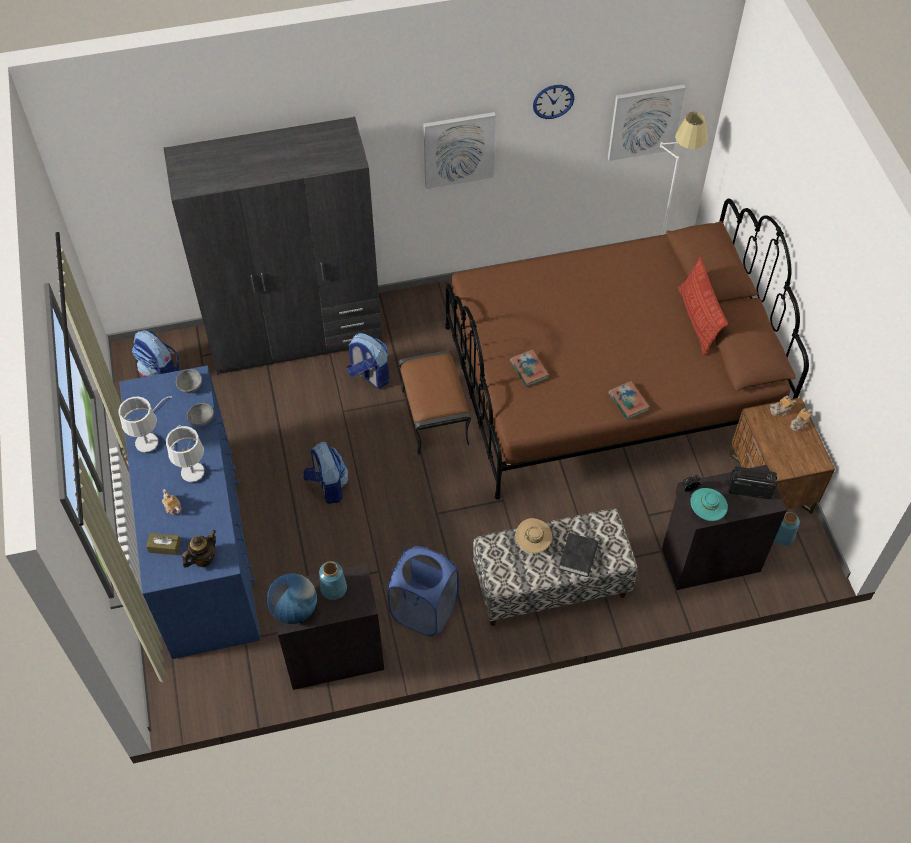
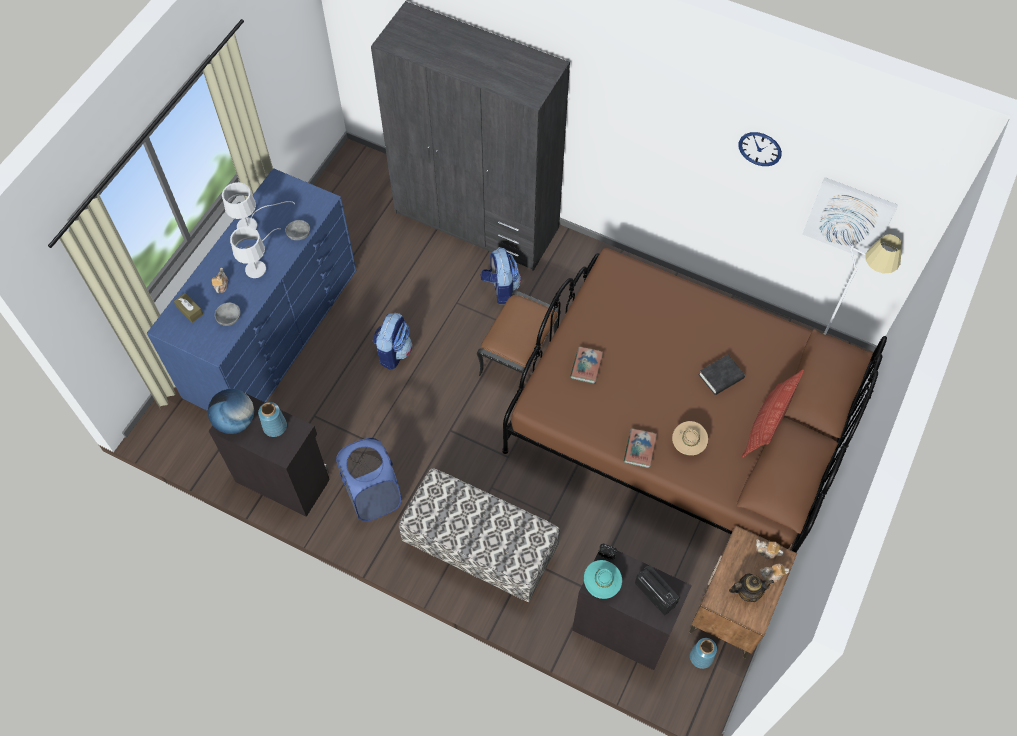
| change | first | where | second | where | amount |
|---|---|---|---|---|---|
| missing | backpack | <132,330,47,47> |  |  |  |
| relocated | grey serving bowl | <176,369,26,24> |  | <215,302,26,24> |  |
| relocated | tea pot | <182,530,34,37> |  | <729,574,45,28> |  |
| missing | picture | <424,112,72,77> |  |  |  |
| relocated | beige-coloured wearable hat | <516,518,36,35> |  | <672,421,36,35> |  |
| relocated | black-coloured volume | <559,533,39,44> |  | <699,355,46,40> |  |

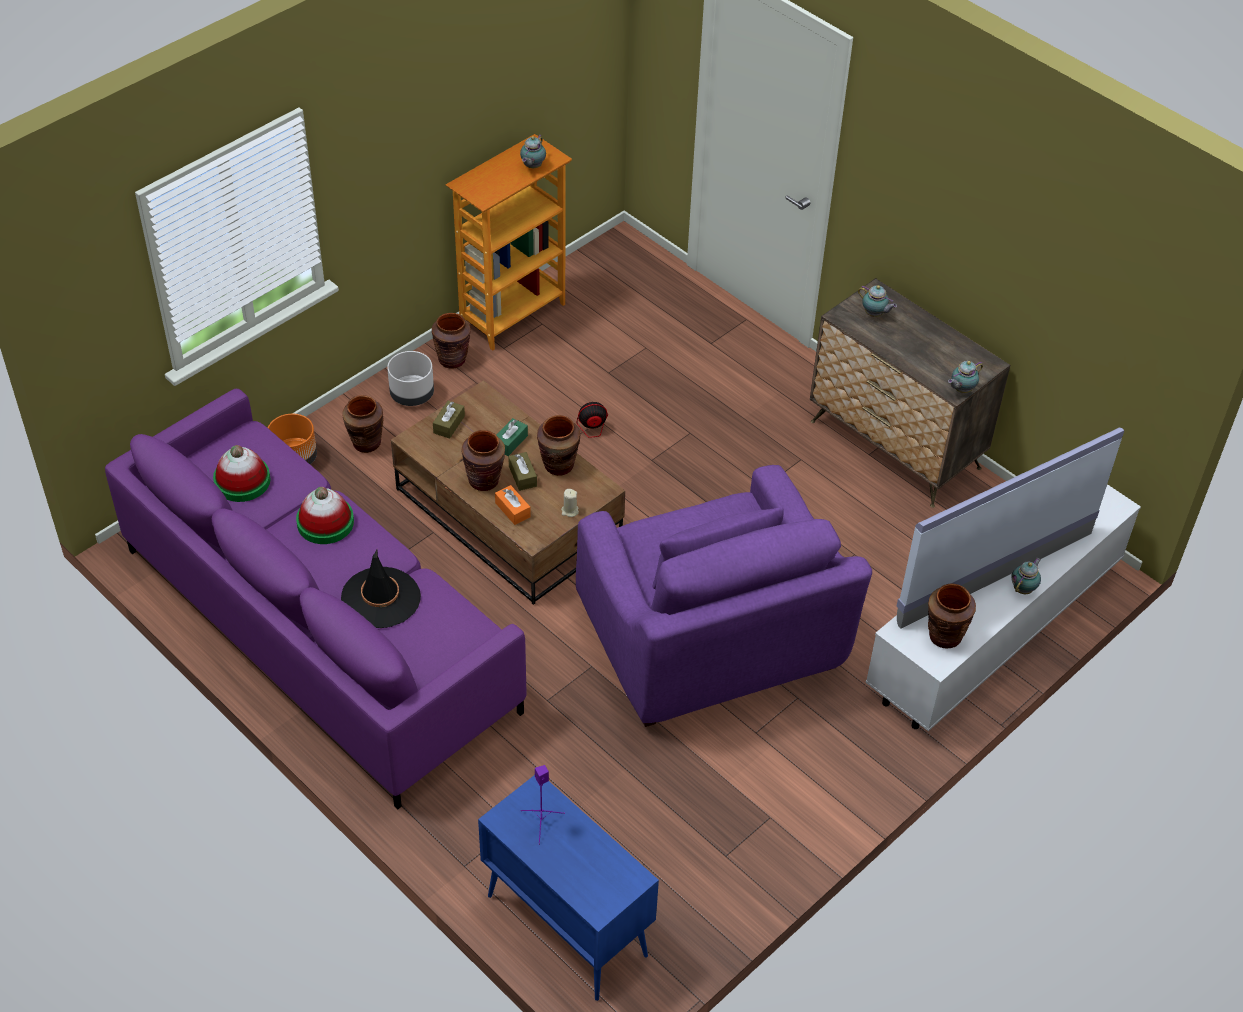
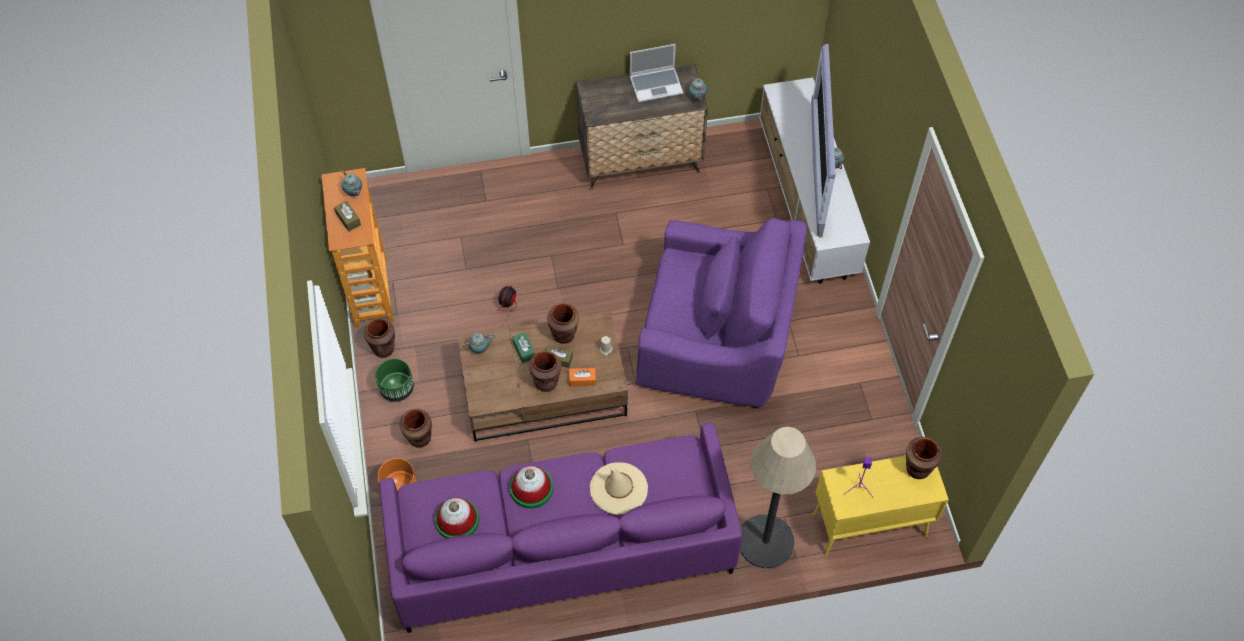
| change | first | where | second | where | amount |
|---|---|---|---|---|---|
| colour | black-coloured wearable hat | <341,550,80,78> | beige-coloured wearable hat | <590,462,58,53> |  |
| colour | grey flower pot | <387,351,47,55> | greenish flower pot | <375,358,39,44> |  |
| relocated | brownish tissue box | <433,401,32,38> |  | <334,201,27,30> |  |
| colour | blue-coloured storage cabinet | <478,775,181,226> | yellow storage cabinet | <813,456,136,100> |  |
| relocated | tea pot | <858,285,39,32> |  | <463,333,32,21> |  |
| relocated | brownish vase | <928,583,48,65> |  | <905,437,37,42> |  |
| appeared |  |  | laptop | <630,44,53,58> |  |
| appeared |  |  | floor lamp | <740,427,77,141> |  |

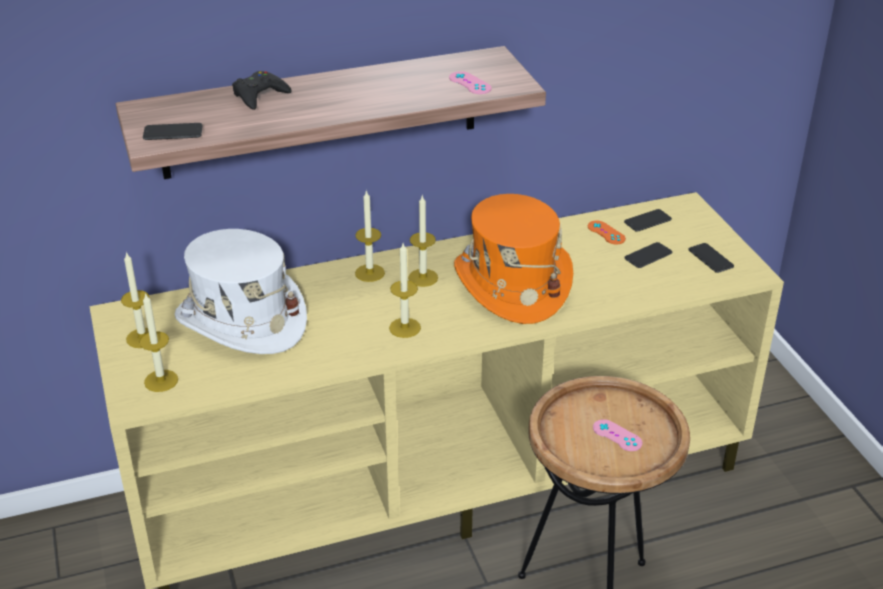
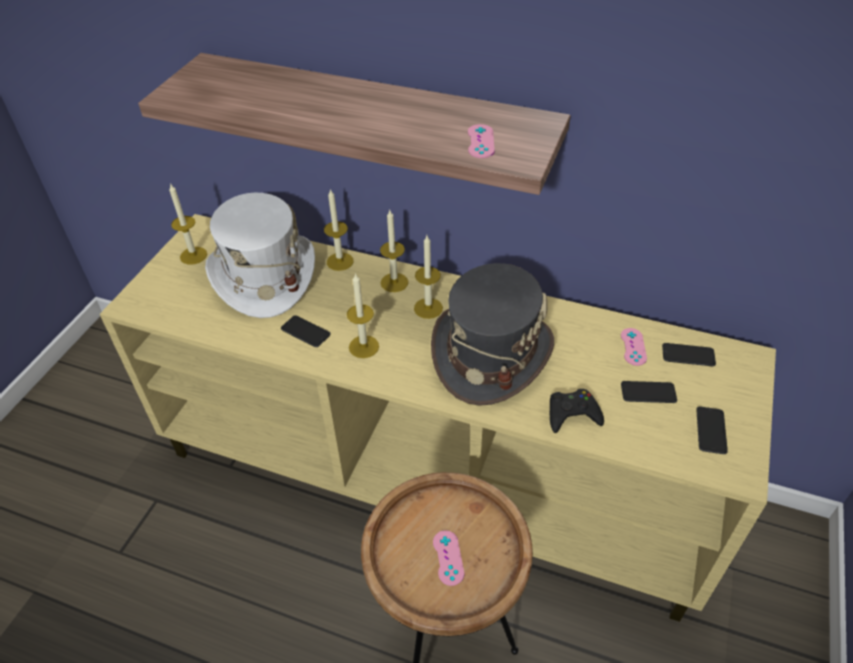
| change | first | where | second | where | amount |
|---|---|---|---|---|---|
| relocated | candle | <139,293,39,99> |  | <324,188,30,83> |  |
| relocated | telephone | <143,123,60,17> |  | <281,315,50,32> |  |
| relocated | black-coloured game controller | <232,71,60,39> |  | <550,389,54,44> |  |
| colour | orange wearable hat | <454,194,119,130> | grey wearable hat | <431,263,123,143> |  |
| colour | orange game controller | <588,221,38,23> | pink game controller | <621,328,26,38> |  |

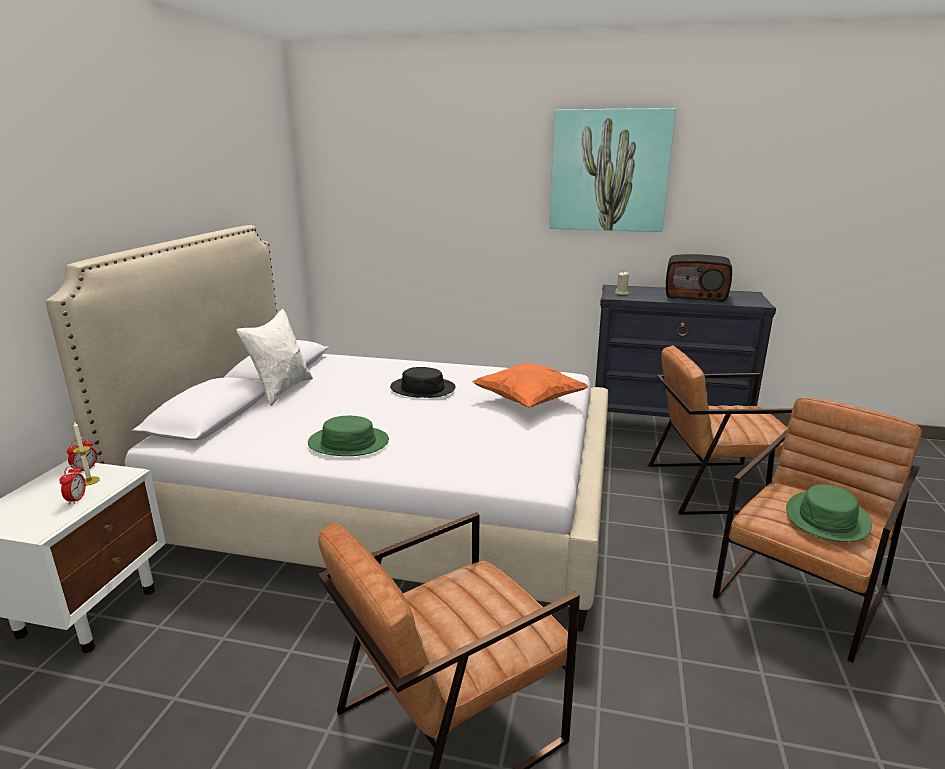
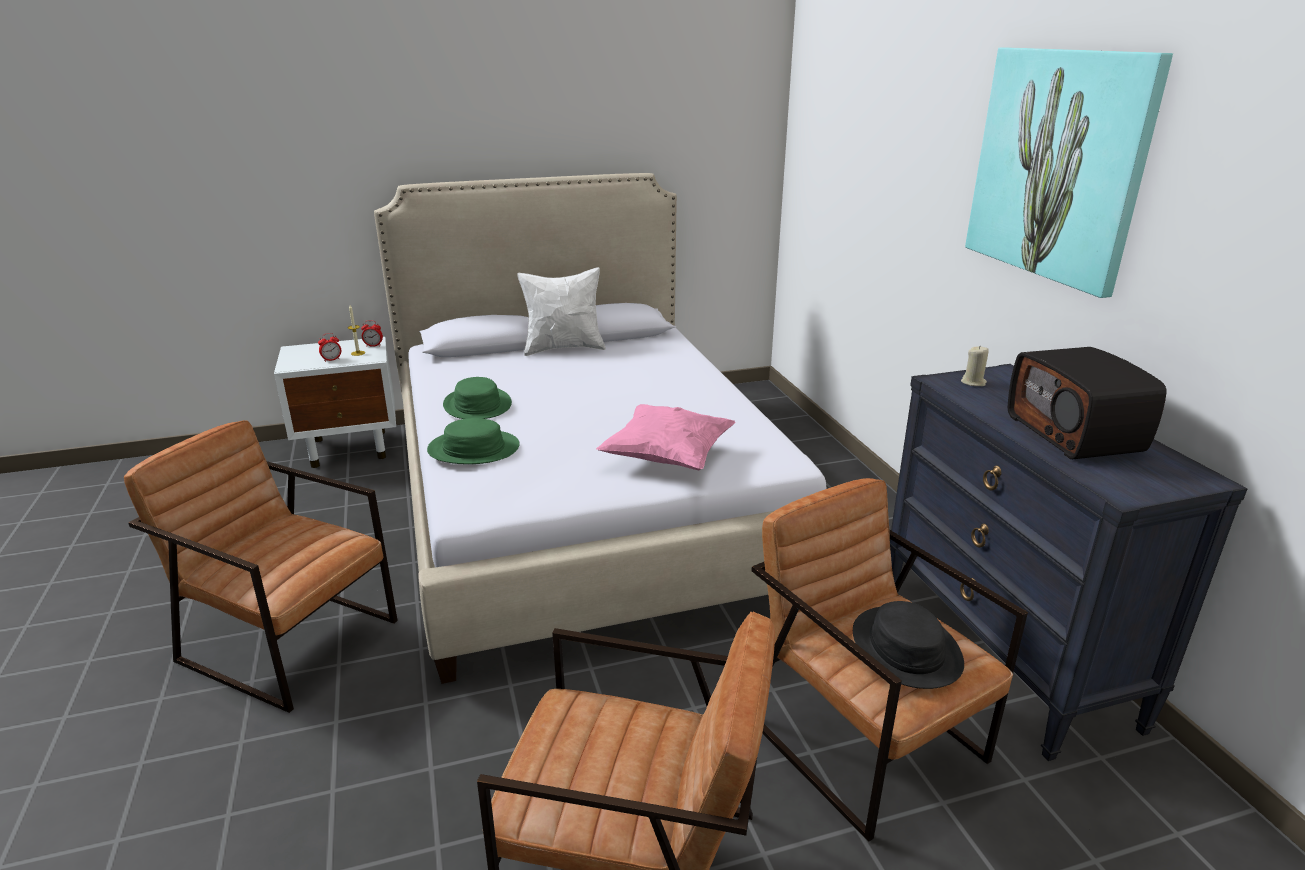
| change | first | where | second | where | amount |
|---|---|---|---|---|---|
| relocated | black-coloured wearable hat | <390,367,66,31> |  | <853,601,111,88> |  |
| colour | orange throw pillow | <472,363,117,44> | pink throw pillow | <596,404,139,66> |  |
| relocated | greenish wearable hat | <786,484,86,58> |  | <427,418,93,46> |  |

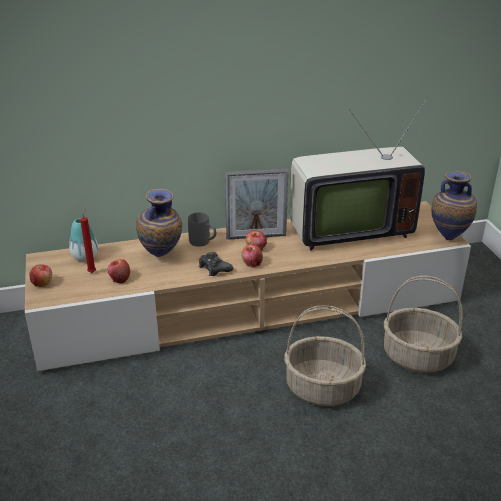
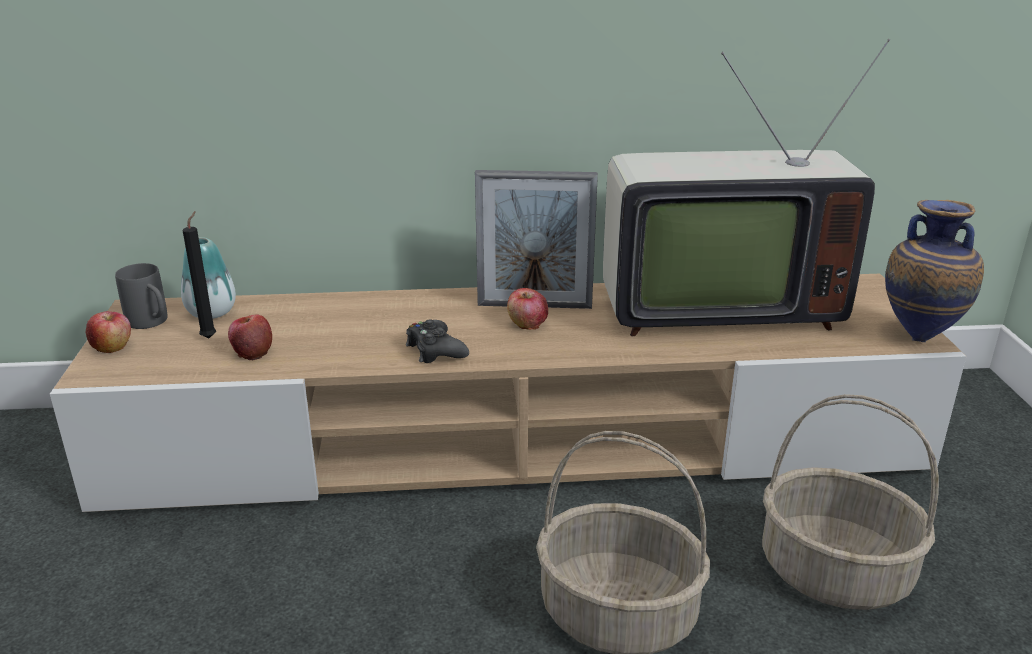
| change | first | where | second | where | amount |
|---|---|---|---|---|---|
| colour | red candle | <80,209,16,64> | black-coloured candle | <183,211,33,127> |  |
| missing | vase | <136,189,46,68> |  |  |  |
| relocated | grey coffee mug | <188,212,28,35> |  | <115,263,53,66> |  |
| missing | whole apple | <241,244,22,24> |  |  |  |

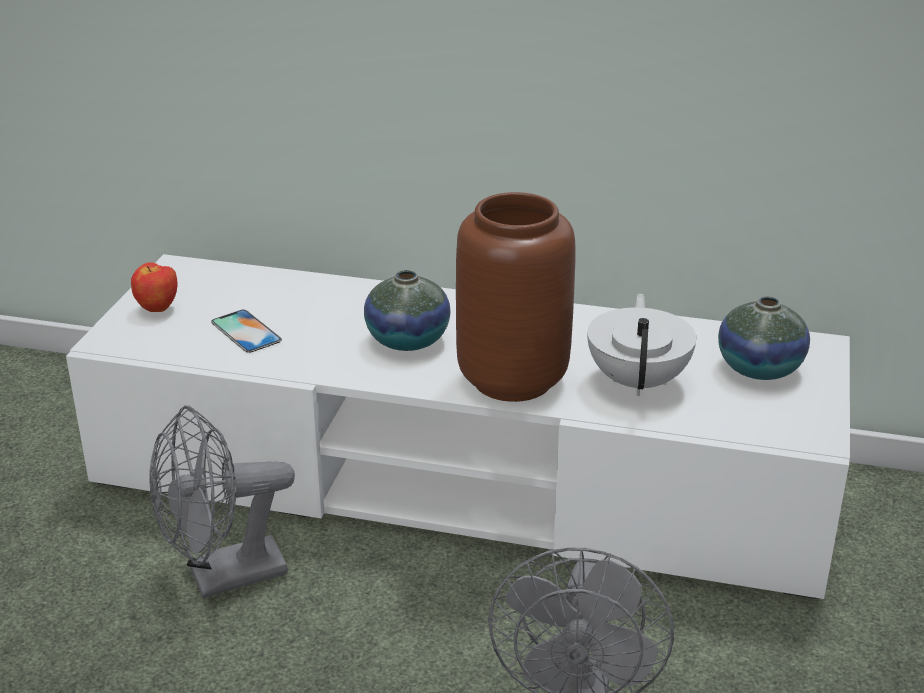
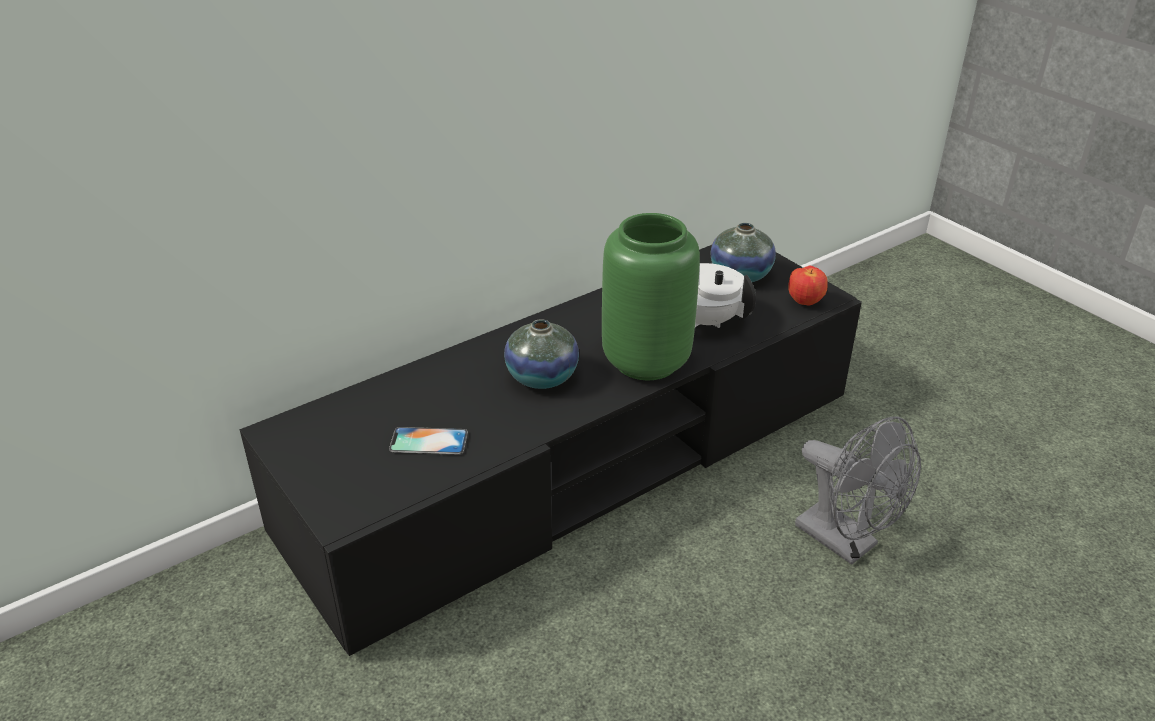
| change | first | where | second | where | amount |
|---|---|---|---|---|---|
| colour | white media console | <66,254,784,345> | black-coloured media console | <240,245,622,411> |  |
| relocated | whole apple | <131,262,47,50> |  | <788,265,40,40> |  |
| missing | grey cooling fan | <149,405,146,193> |  |  |  |
| colour | brownish vase | <456,192,119,210> | greenish vase | <602,213,98,167> |  |

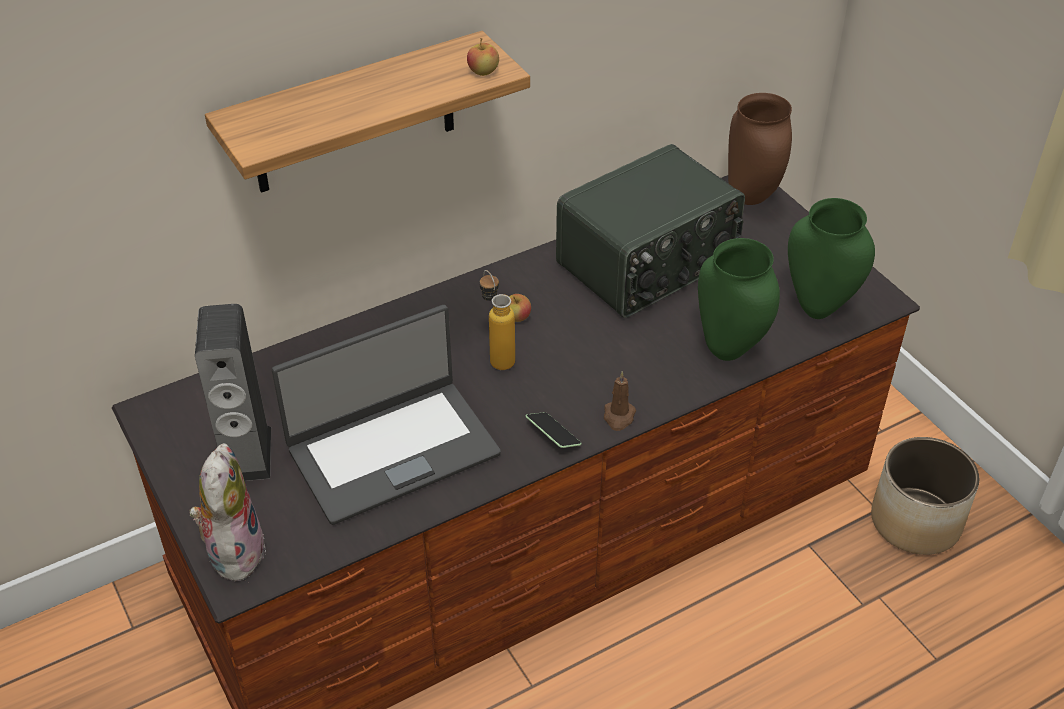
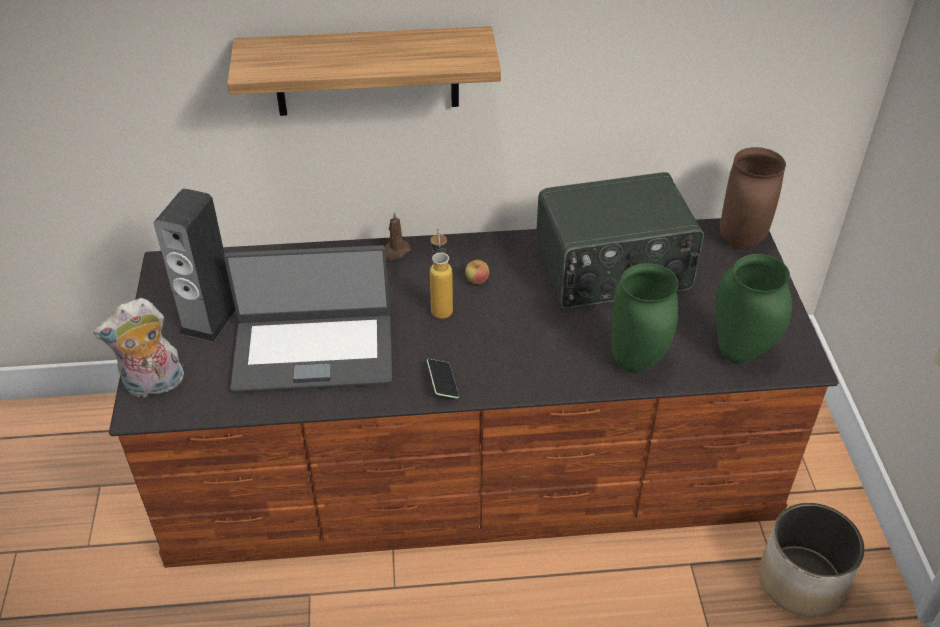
| change | first | where | second | where | amount |
|---|---|---|---|---|---|
| spun | plush toy | <190,443,76,138> |  | <93,298,91,100> | 135 degrees counterclockwise |
| missing | whole apple | <467,38,32,38> |  |  |  |
| relocated | brownish candle | <604,371,32,60> |  | <385,212,26,48> |  |

